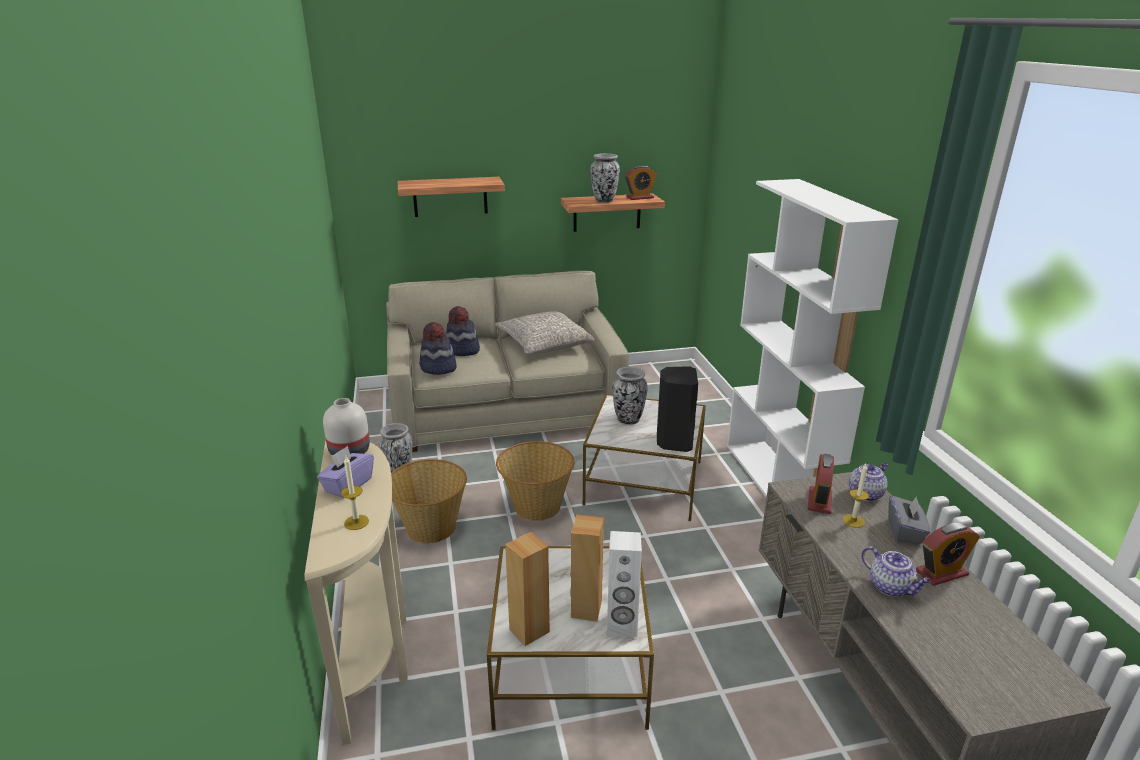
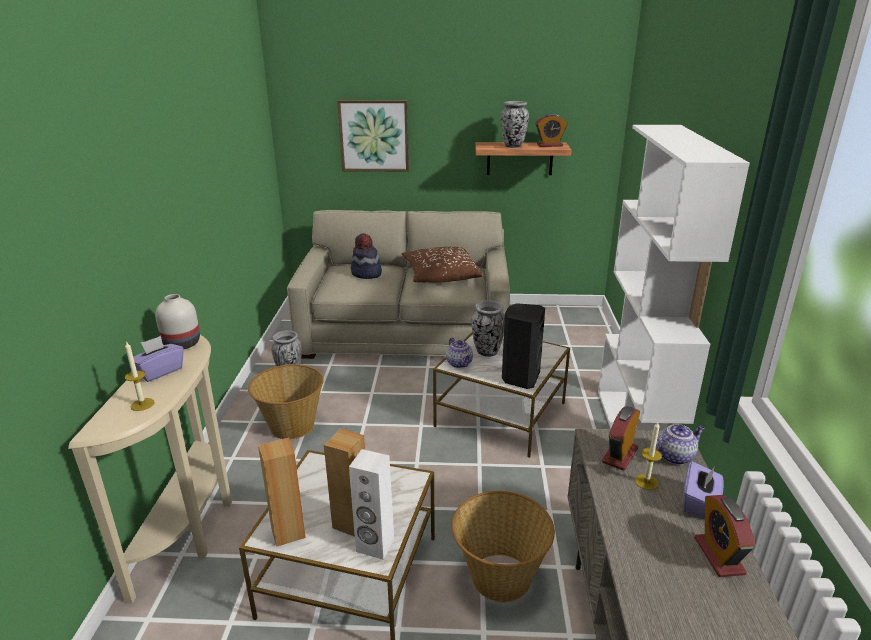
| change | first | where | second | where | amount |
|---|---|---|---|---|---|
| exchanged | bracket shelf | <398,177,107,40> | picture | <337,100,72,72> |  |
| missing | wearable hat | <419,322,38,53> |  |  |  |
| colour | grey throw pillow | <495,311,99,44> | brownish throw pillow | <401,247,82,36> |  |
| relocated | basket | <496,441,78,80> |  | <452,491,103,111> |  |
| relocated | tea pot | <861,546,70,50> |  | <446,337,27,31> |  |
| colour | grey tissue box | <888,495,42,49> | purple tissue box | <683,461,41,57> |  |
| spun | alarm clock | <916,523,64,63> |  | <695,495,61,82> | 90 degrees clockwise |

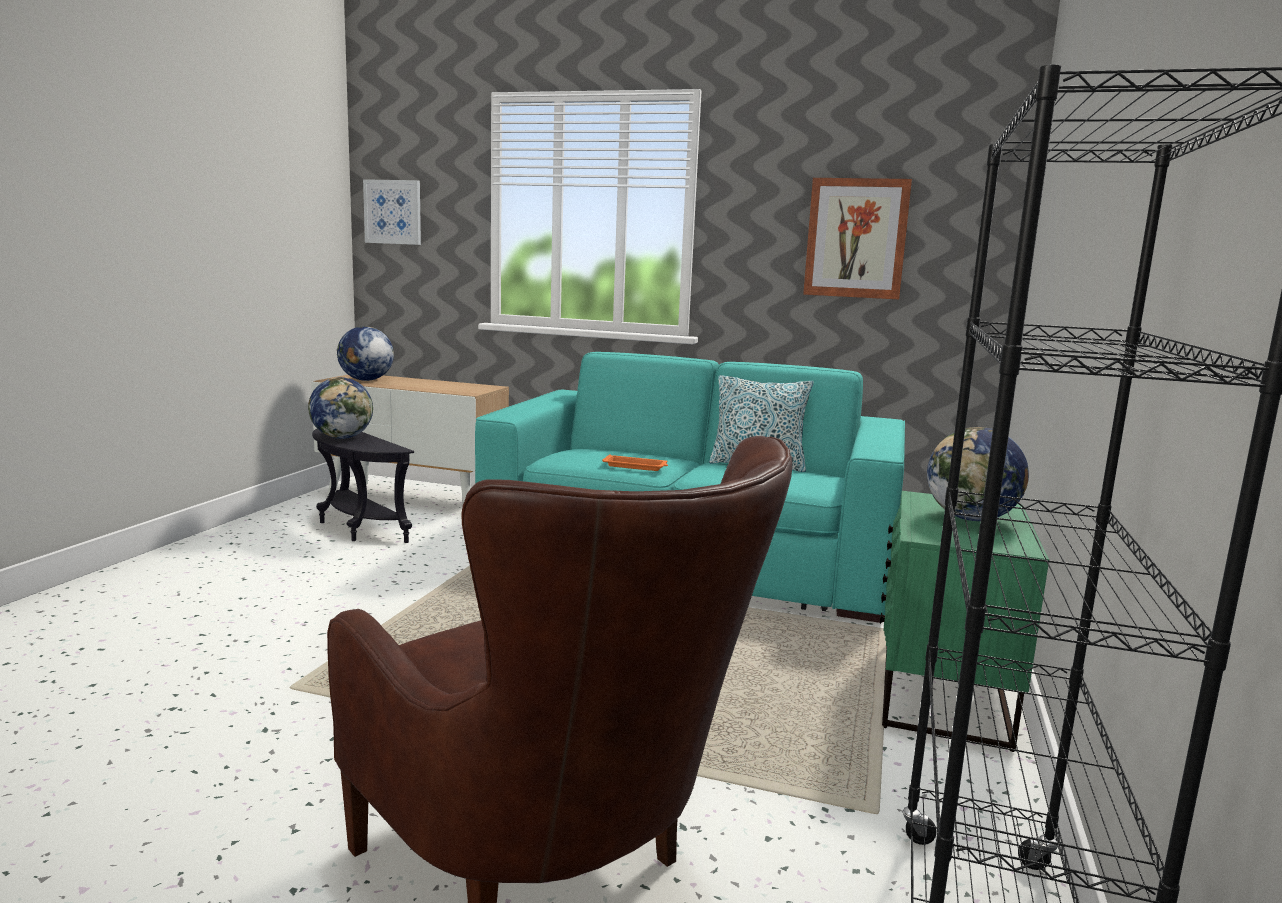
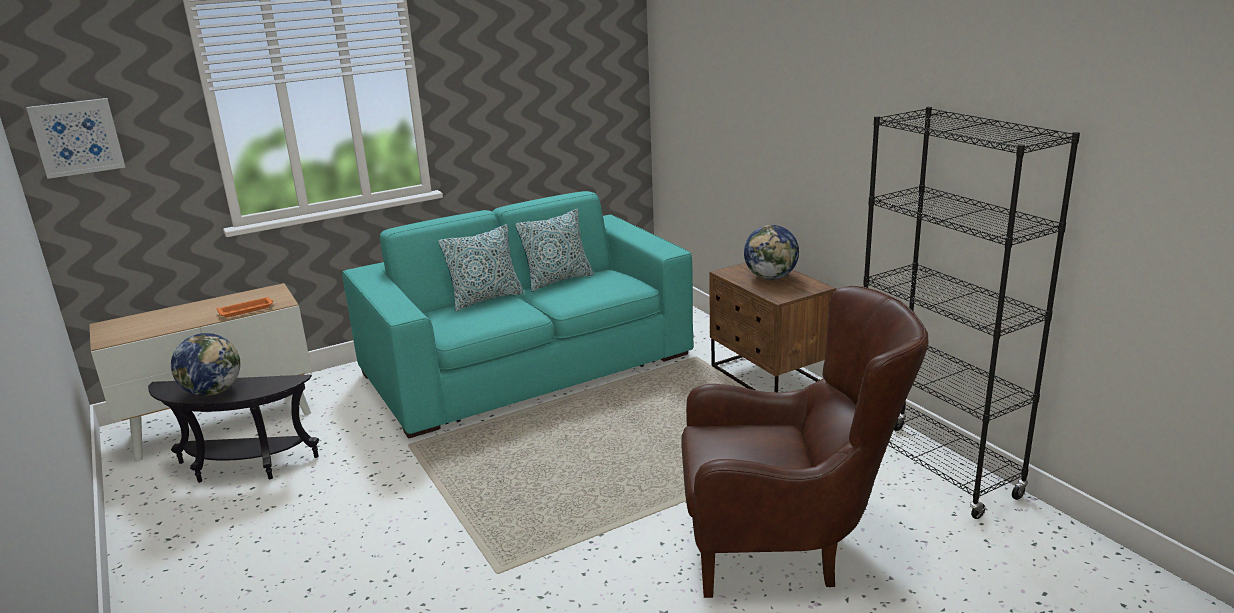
| change | first | where | second | where | amount |
|---|---|---|---|---|---|
| missing | globe | <336,326,58,55> |  |  |  |
| relocated | orange tray | <602,454,66,17> |  | <217,297,57,21> |  |
| missing | picture | <803,178,109,121> |  |  |  |
| colour | greenish nightstand | <880,491,169,261> | brownish nightstand | <709,263,127,129> |  |
| appeared |  |  | throw pillow | <438,224,86,87> |  |

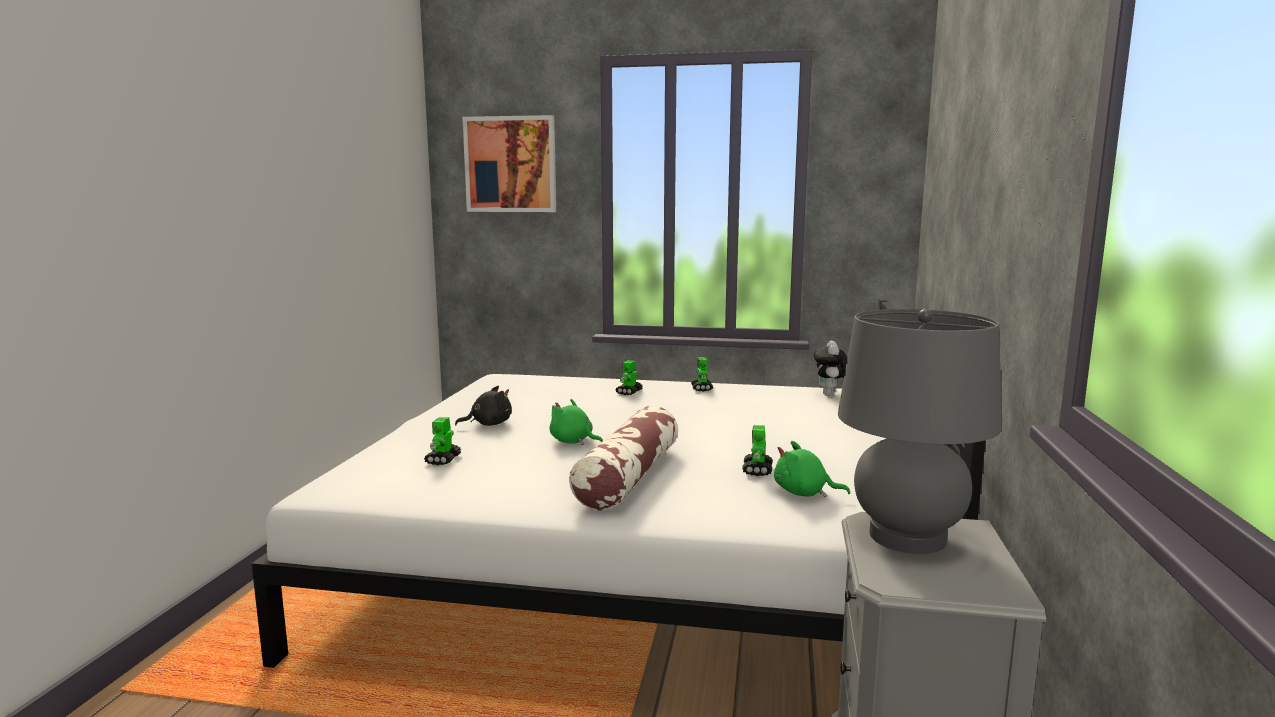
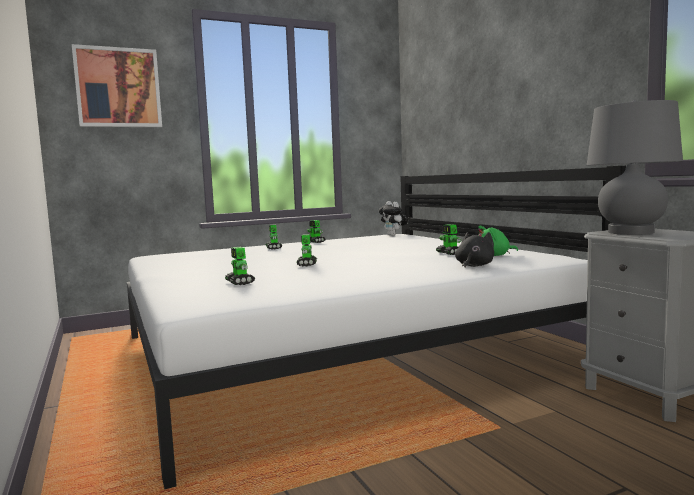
| change | first | where | second | where | amount |
|---|---|---|---|---|---|
| relocated | black-coloured plush toy | <455,386,57,40> |  | <455,232,39,36> |  |
| exchanged | greenish plush toy | <549,399,54,46> | model robot | <296,234,21,32> |  |
| missing | throw pillow | <569,406,109,104> |  |  |  |

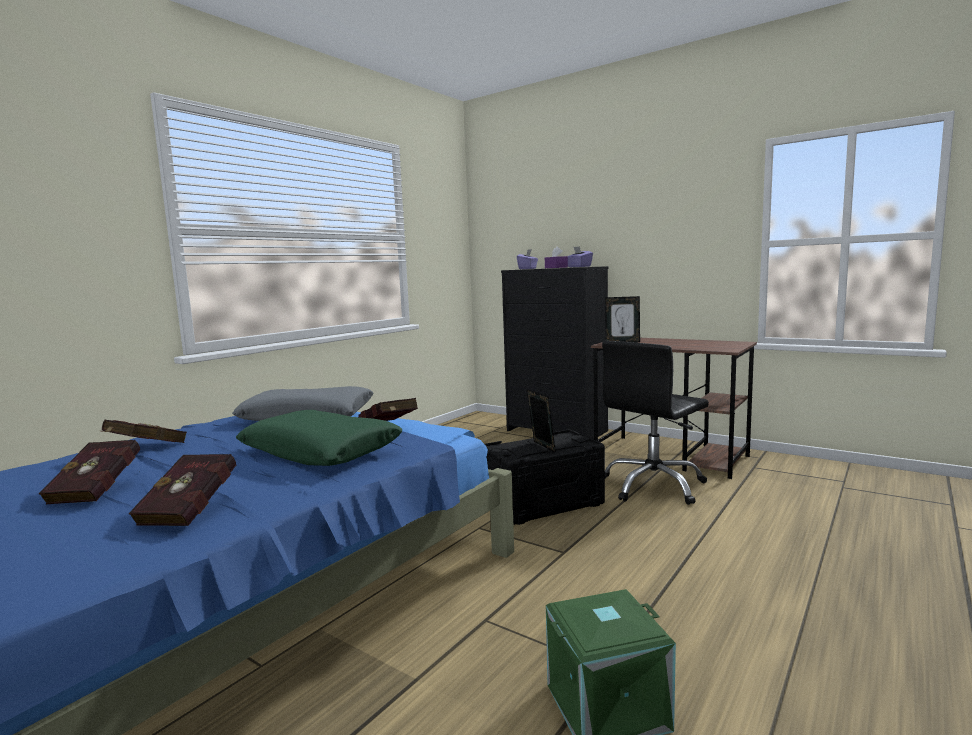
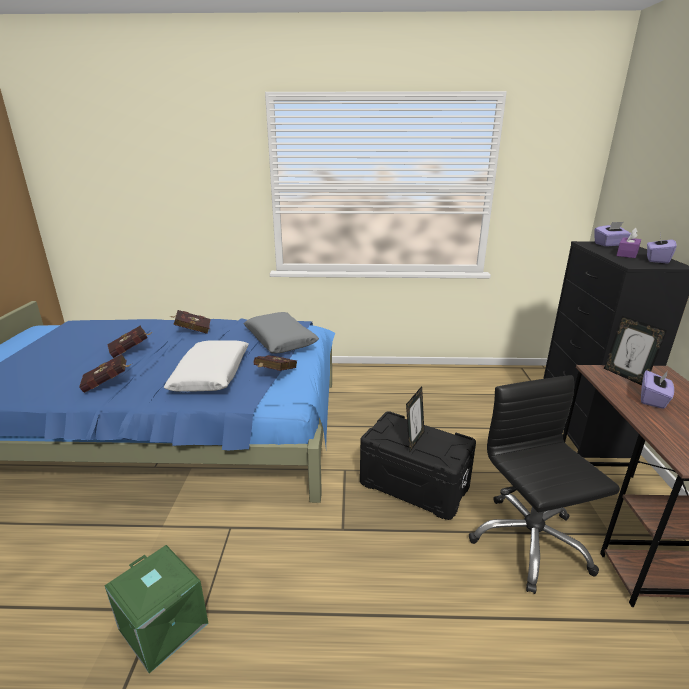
| change | first | where | second | where | amount |
|---|---|---|---|---|---|
| colour | greenish throw pillow | <236,410,166,56> | white throw pillow | <164,340,85,52> |  |
| spun | black-coloured computer chair | <602,341,107,164> |  | <469,375,151,219> | 60 degrees clockwise |
| appeared |  |  | purple tissue box | <641,370,33,39> |  |

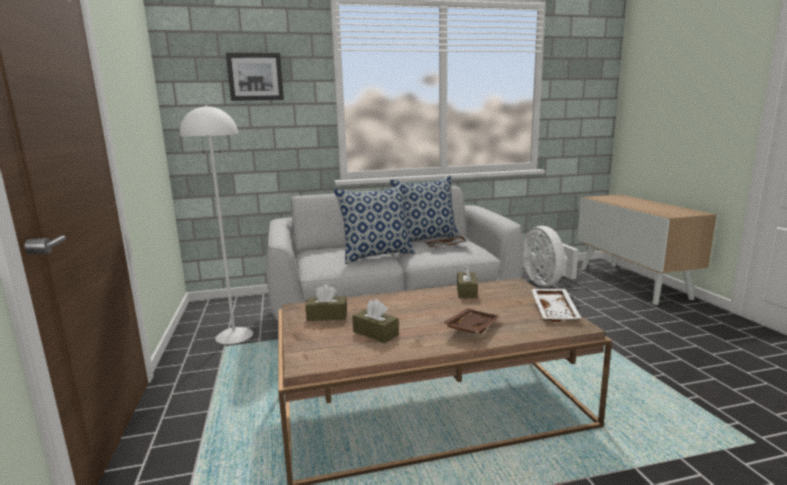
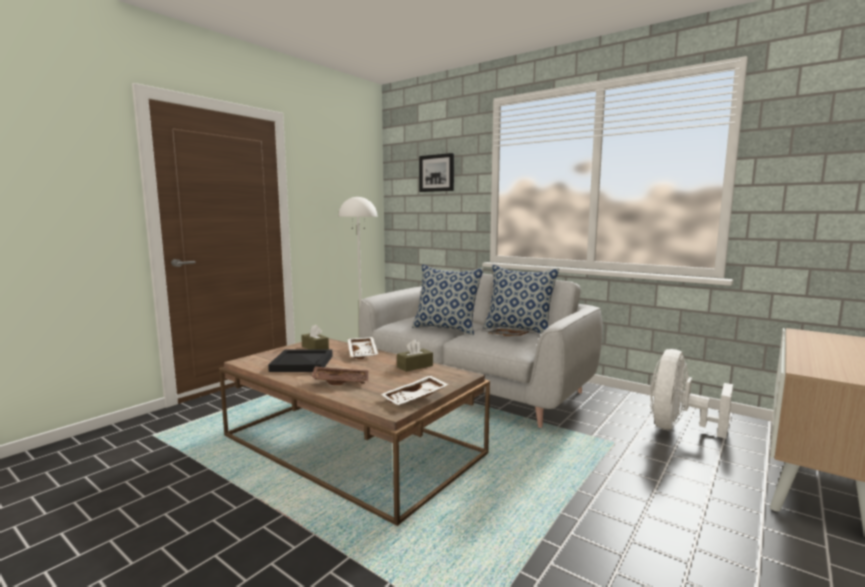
| change | first | where | second | where | amount |
|---|---|---|---|---|---|
| exchanged | brownish tissue box | <352,299,47,44> | black-coloured tray | <268,349,65,23> |  |
| appeared |  |  | white tray | <348,337,30,22> |  |

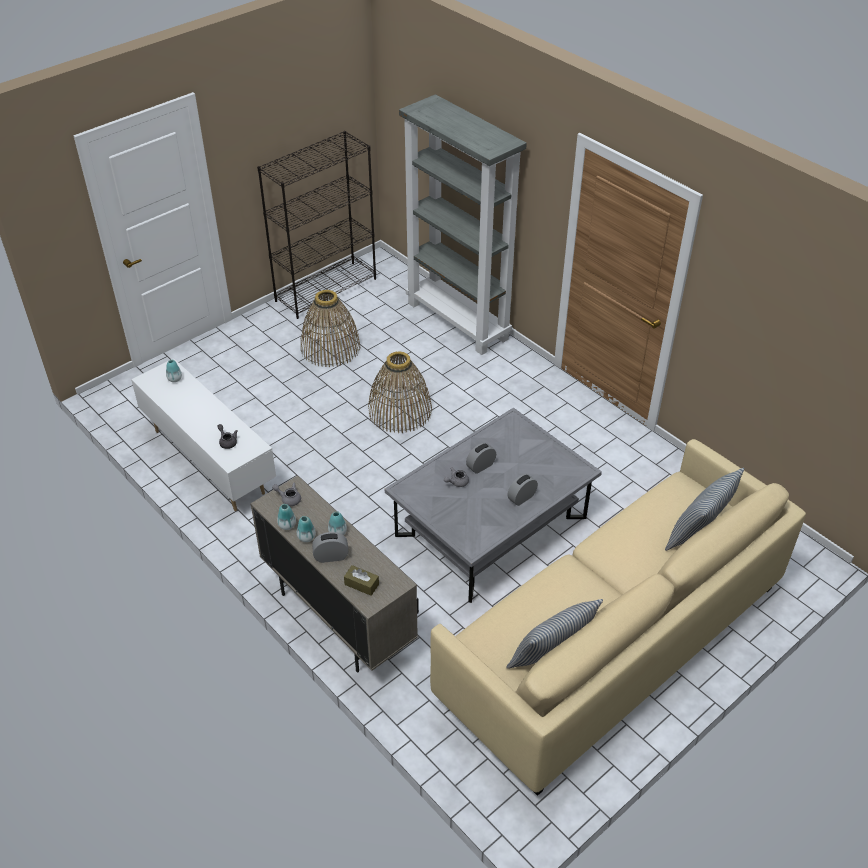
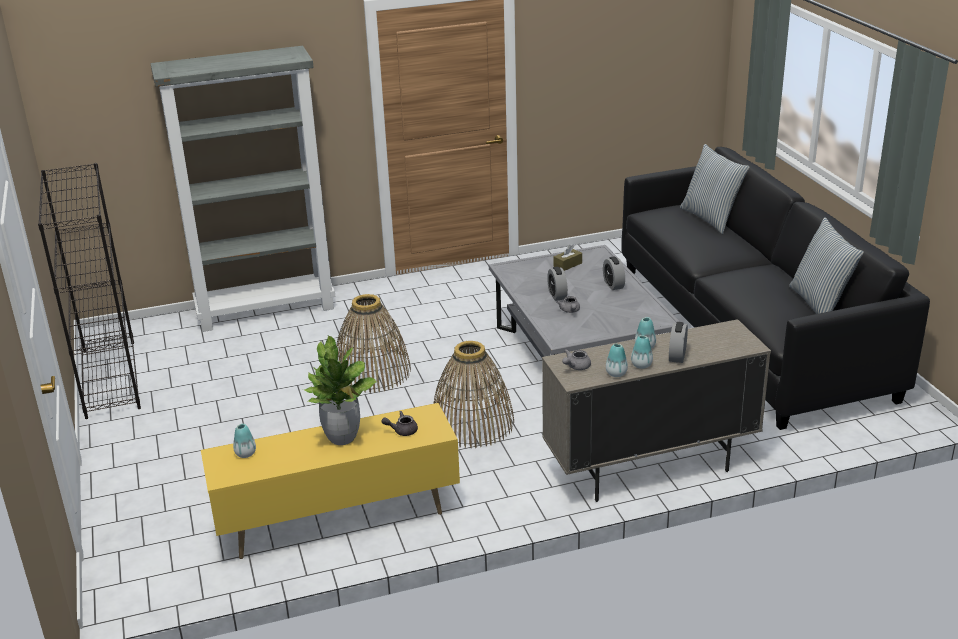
| change | first | where | second | where | amount |
|---|---|---|---|---|---|
| colour | white media console | <131,358,145,153> | yellow media console | <201,403,259,156> |  |
| relocated | basket | <300,290,61,77> |  | <433,341,81,107> |  |
| relocated | brownish tissue box | <344,565,35,31> |  | <554,245,28,26> |  |
| colour | beige-coloured sofa | <430,439,376,357> | black-coloured sofa | <621,147,309,283> |  |
| appeared |  |  | houseplant | <304,336,73,109> |  |

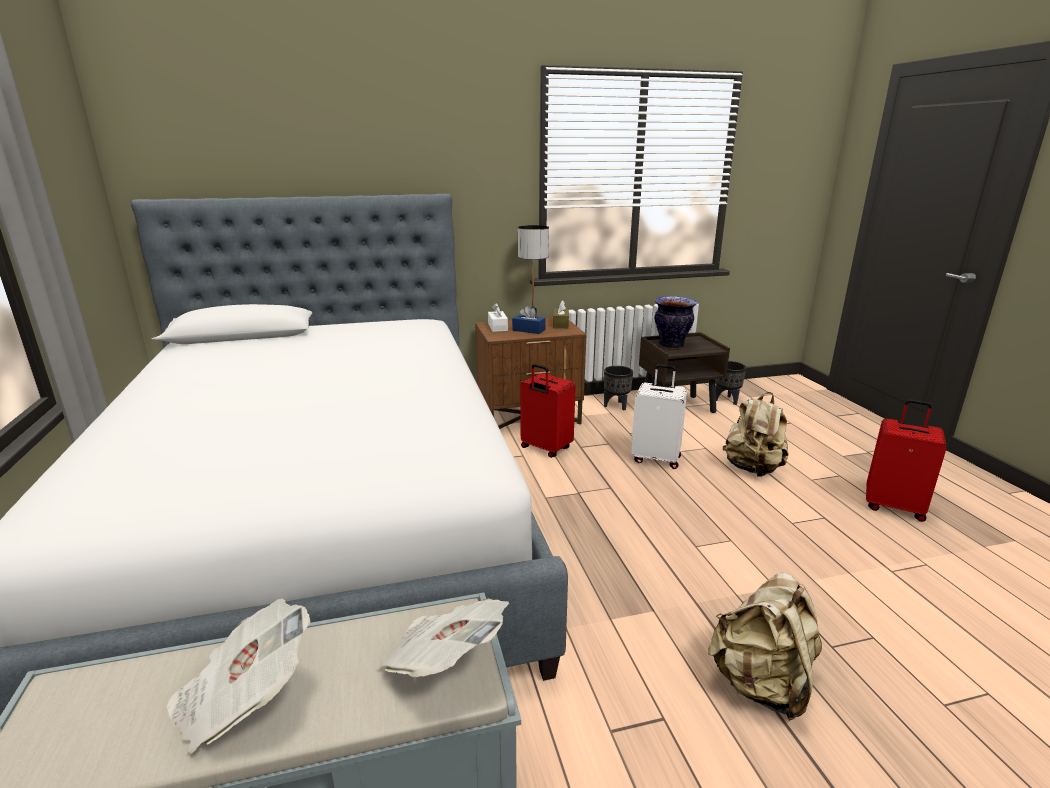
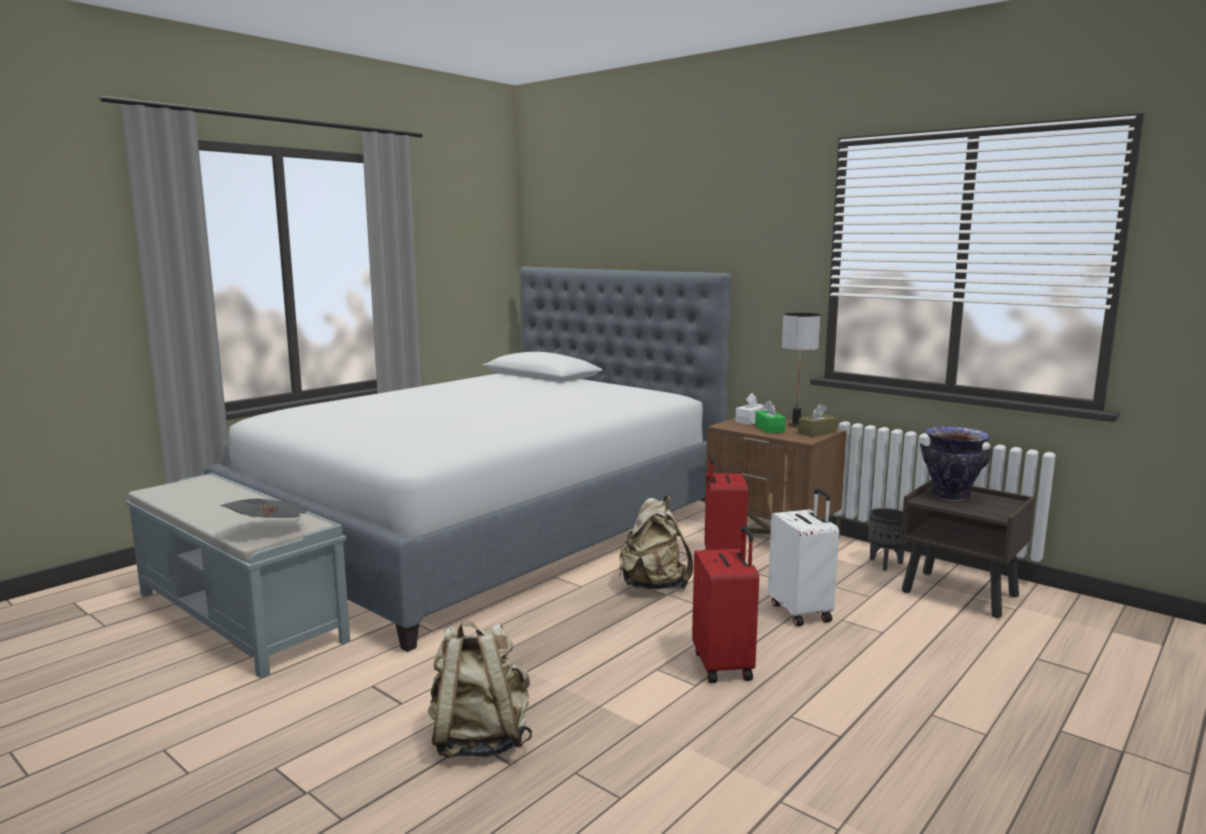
| change | first | where | second | where | amount |
|---|---|---|---|---|---|
| missing | printed paper | <166,598,144,156> |  |  |  |
| colour | blue-coloured tissue box | <512,306,34,28> | greenish tissue box | <755,400,31,33> |  |
| missing | black-coloured flower pot | <715,361,31,44> |  |  |  |
| relocated | beige-coloured backpack | <723,392,66,85> |  | <619,496,74,94> |  |
| relocated | red travel case | <866,399,81,123> |  | <692,526,67,157> |  |

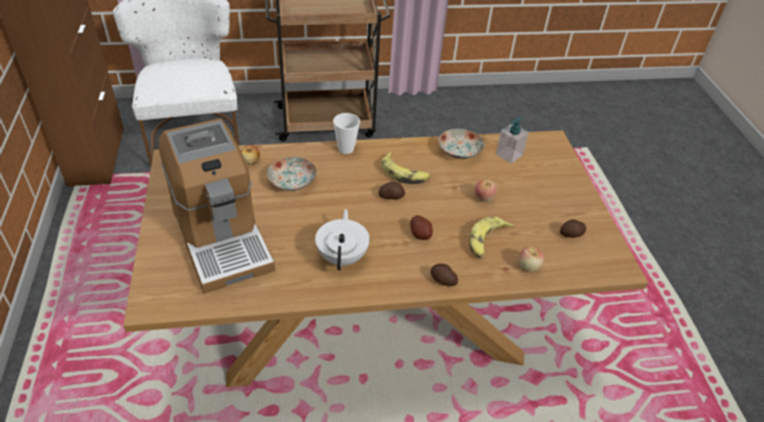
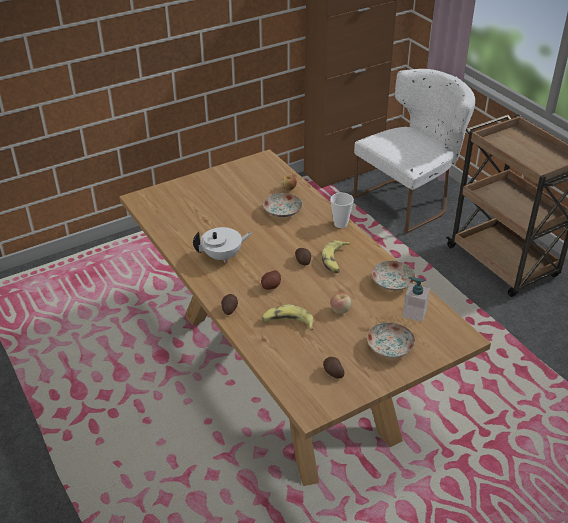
| change | first | where | second | where | amount |
|---|---|---|---|---|---|
| missing | coffee maker | <159,118,116,176> |  |  |  |
| missing | whole apple | <519,246,25,26> |  |  |  |
| appeared |  |  | dinner plate | <367,322,48,36> |  |

